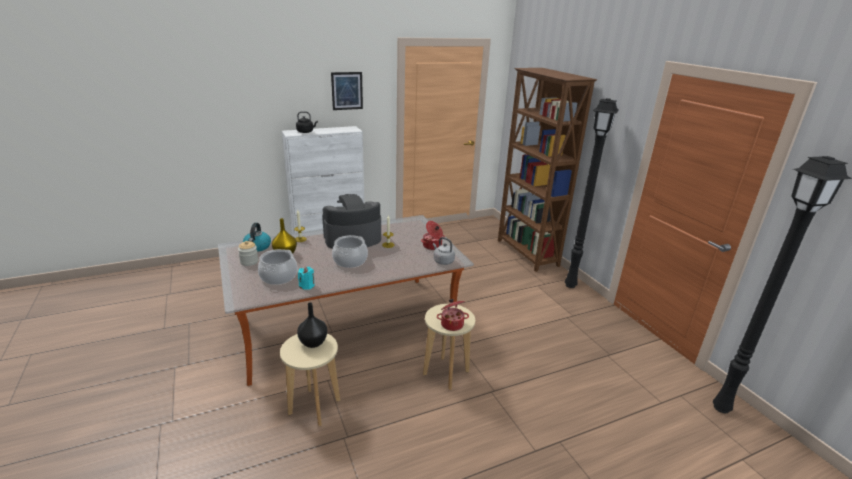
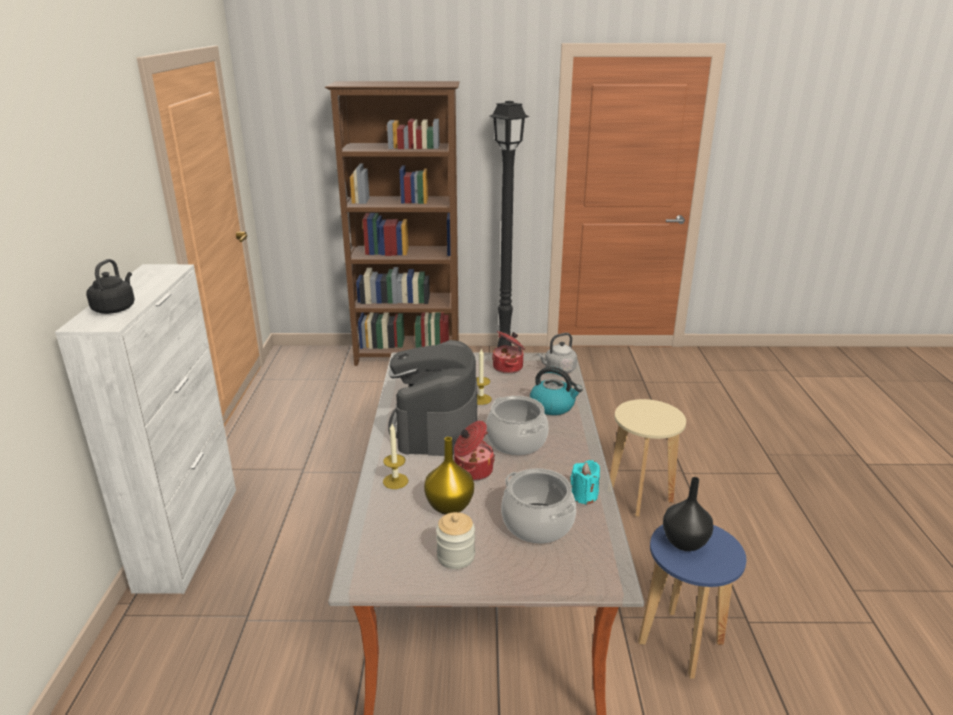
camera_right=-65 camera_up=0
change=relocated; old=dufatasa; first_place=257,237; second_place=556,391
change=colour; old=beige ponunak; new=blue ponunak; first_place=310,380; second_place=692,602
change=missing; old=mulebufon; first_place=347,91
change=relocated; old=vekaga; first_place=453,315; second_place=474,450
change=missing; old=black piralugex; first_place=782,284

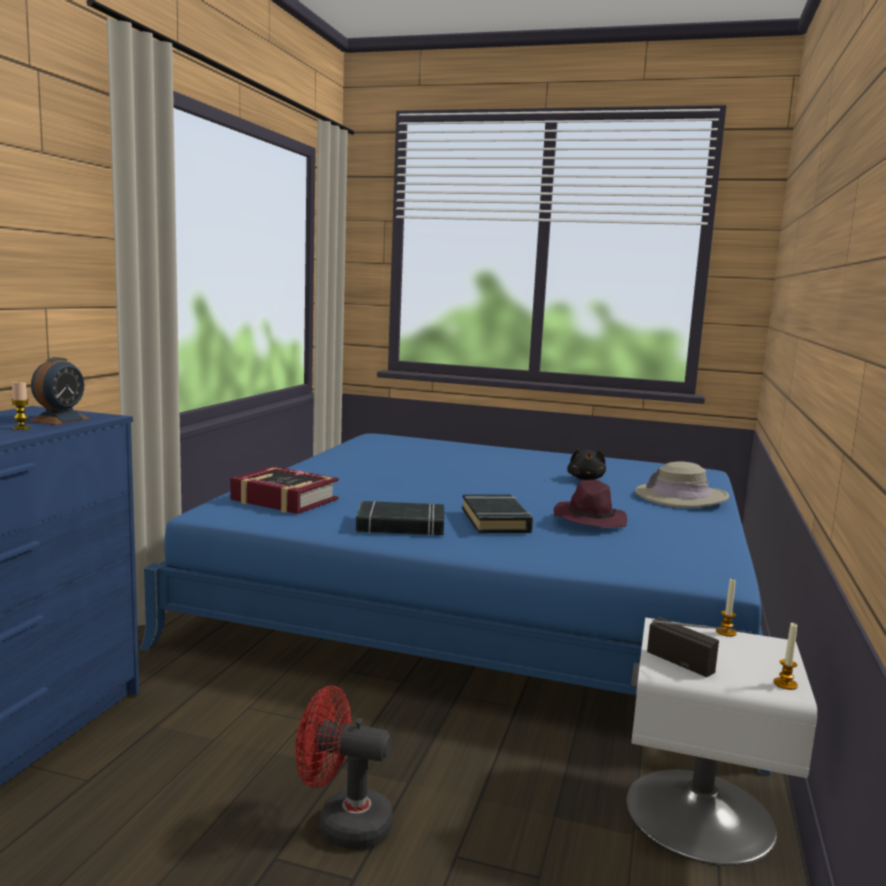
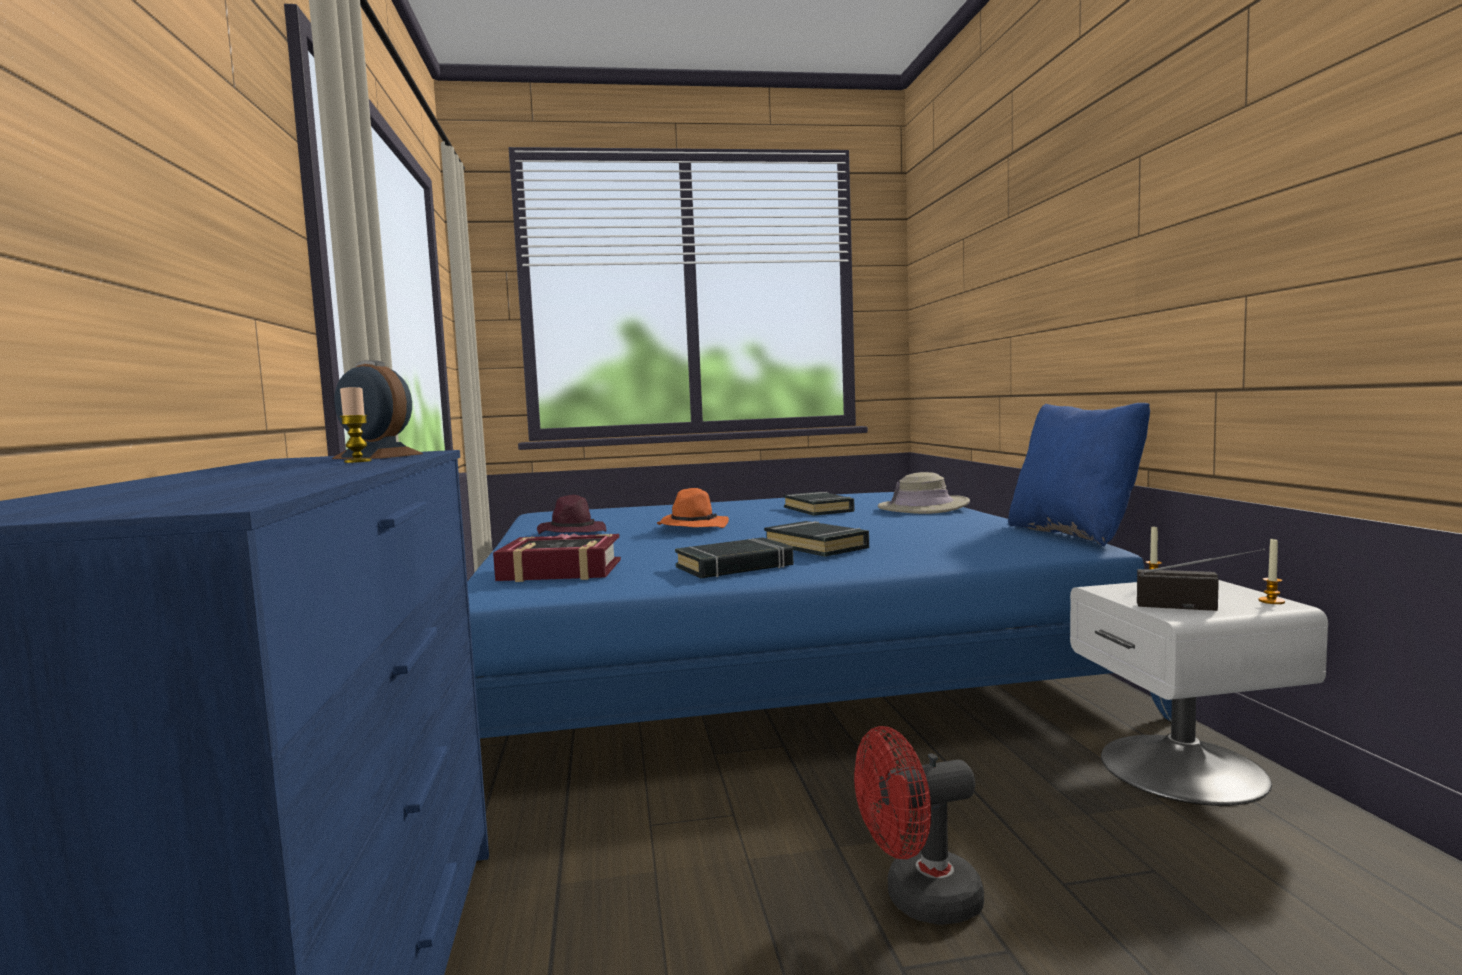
camera_right=-25 camera_up=-5
change=spun; old=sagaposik; first_place=59,391; second_place=377,409; degrees=-60
change=relocated; old=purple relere; first_place=590,504; second_place=571,514
change=exchanged; old=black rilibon; new=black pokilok; first_place=586,464; second_place=819,504
change=appeared; new=orange relere; second_place=693,508
change=appeared; new=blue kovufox; second_place=1079,475

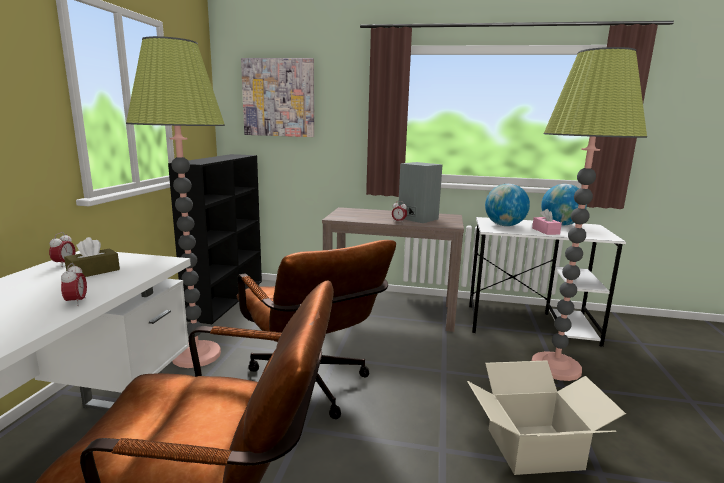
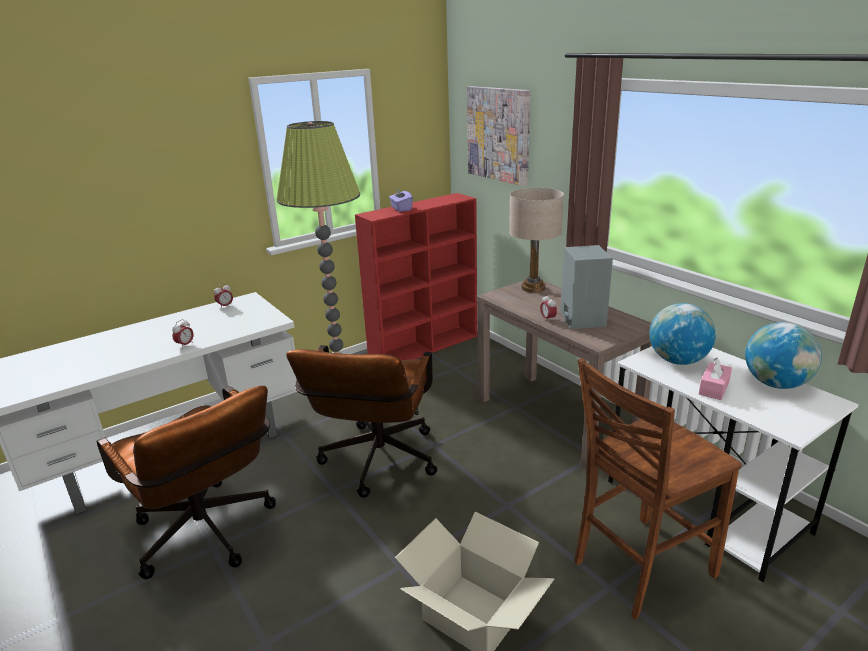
camera_right=45 camera_up=10
change=missing; old=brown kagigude; first_place=92,257
change=colour; old=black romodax; new=red romodax; first_place=215,239; second_place=416,276
change=exchanged; old=piralugex; new=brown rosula; first_place=589,214; second_place=658,488
change=appeared; new=purple kagigude; second_place=401,200
change=appeared; new=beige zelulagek; second_place=536,240

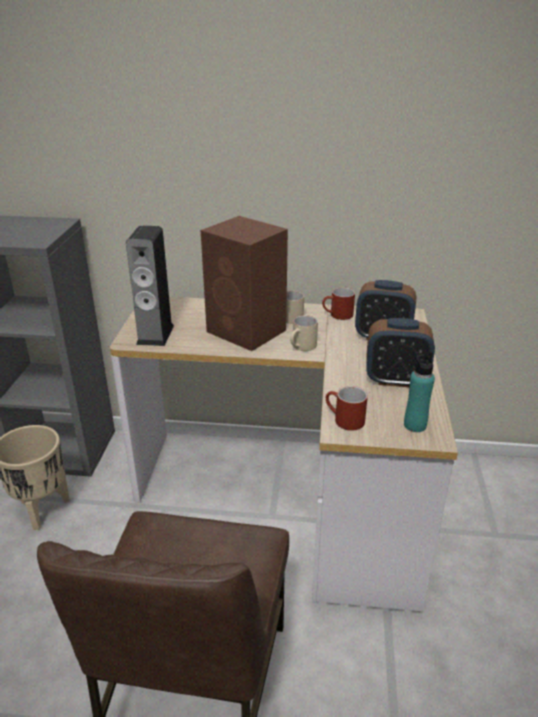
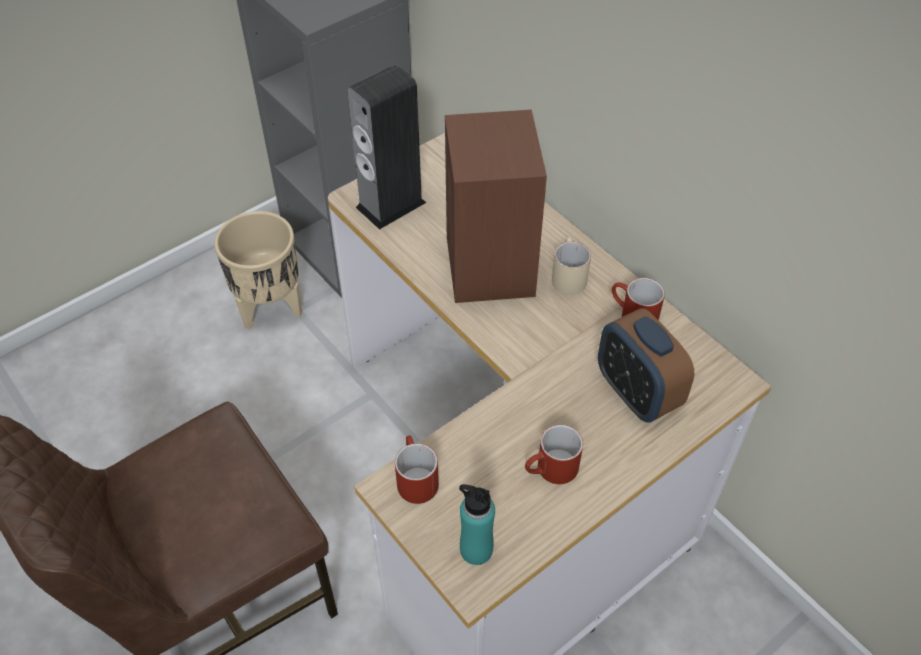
camera_right=45 camera_up=20
change=missing; old=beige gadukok; first_place=304,333
change=exchanged; old=sagaposik; new=red gadukok; first_place=400,352; second_place=554,454

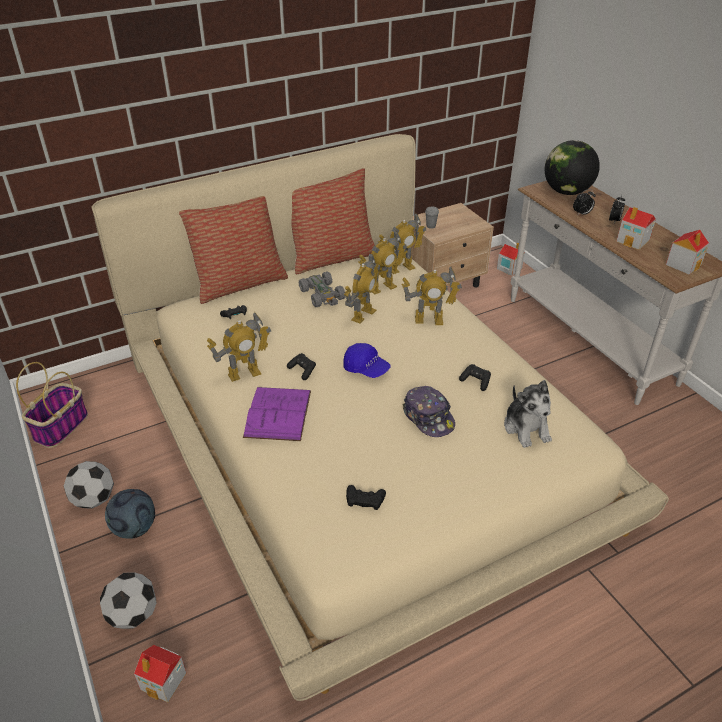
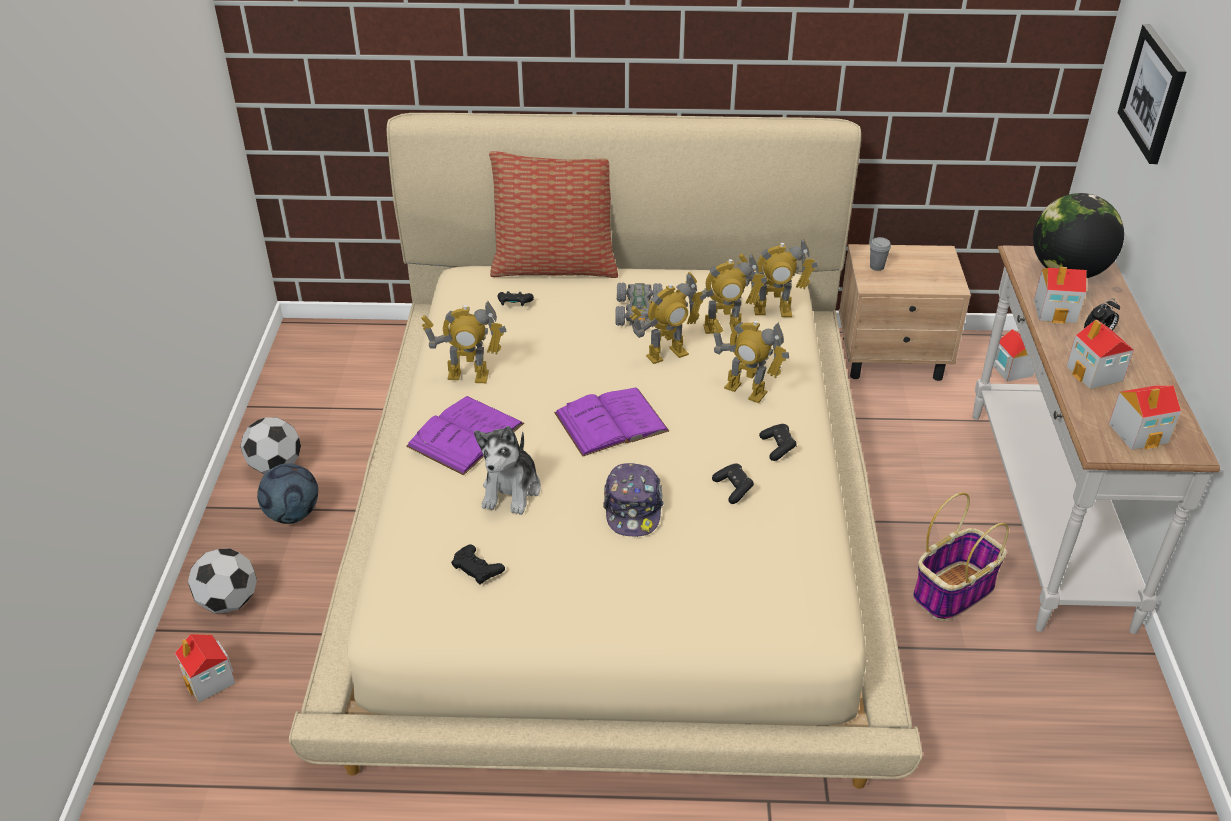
camera_right=30 camera_up=0
change=relocated; old=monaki; first_place=52,405; second_place=961,556
change=relocated; old=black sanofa; first_place=301,366; second_place=778,442
change=missing; old=kovufox; first_place=333,221
change=exchanged; old=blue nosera; new=purple pokilok; first_place=367,360; second_place=611,422
change=relocated; old=rilibon; first_place=528,414; second_place=507,470
change=exchanged; old=sagaposik; new=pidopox; first_place=584,202; second_place=1060,295
change=appeared; new=mulebufon; second_place=1152,94

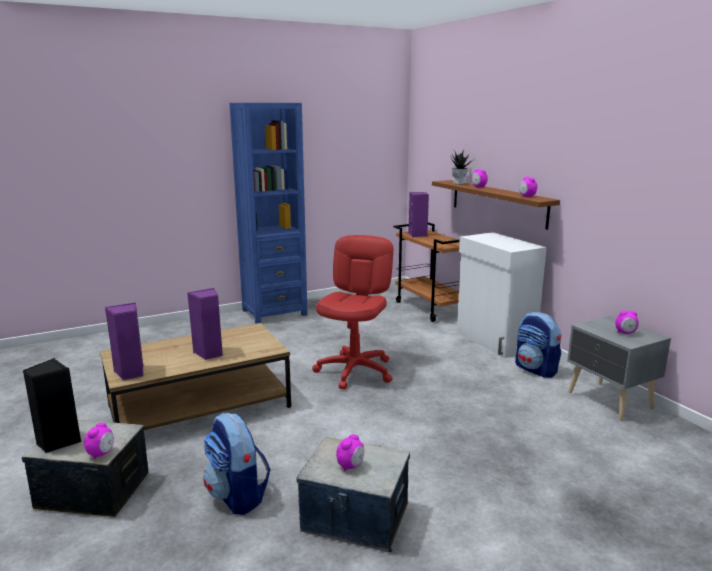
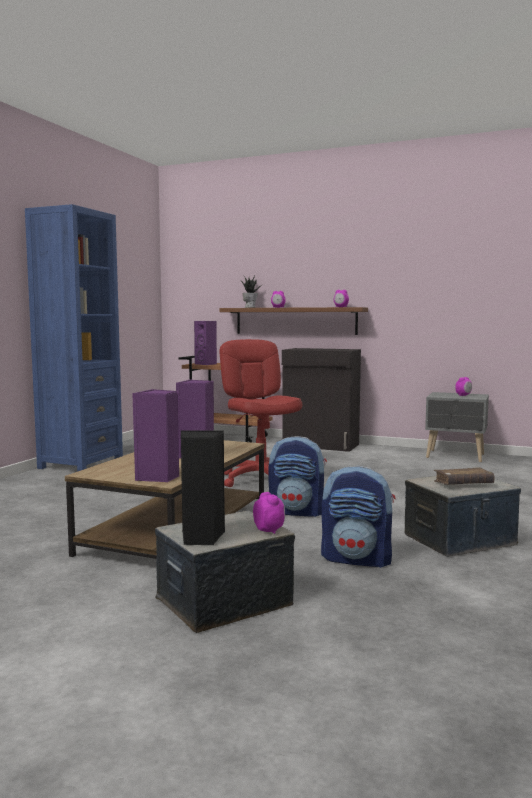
camera_right=-40 camera_up=-10
change=exchanged; old=sagaposik; new=brown pokilok; first_place=350,452; second_place=464,476
change=colour; old=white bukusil; new=black bukusil; first_place=502,295; second_place=321,400
change=relocated; old=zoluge; first_place=538,345; second_place=297,476

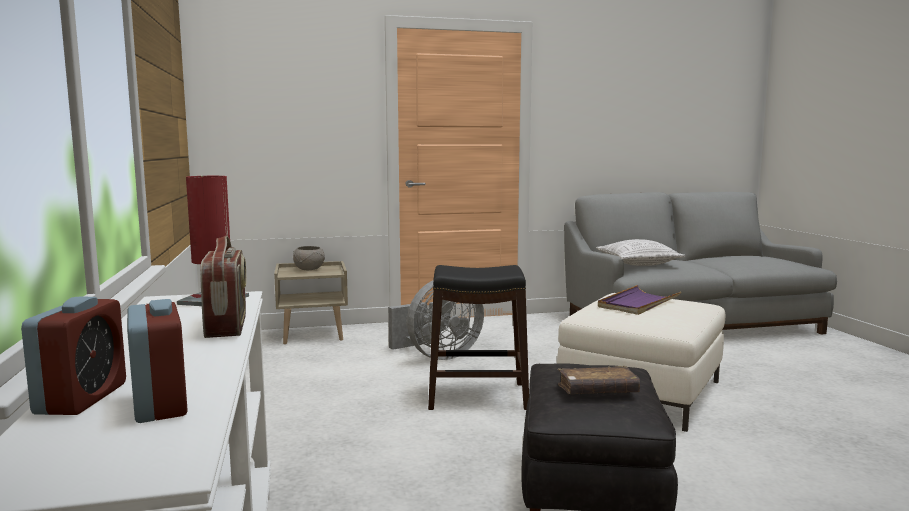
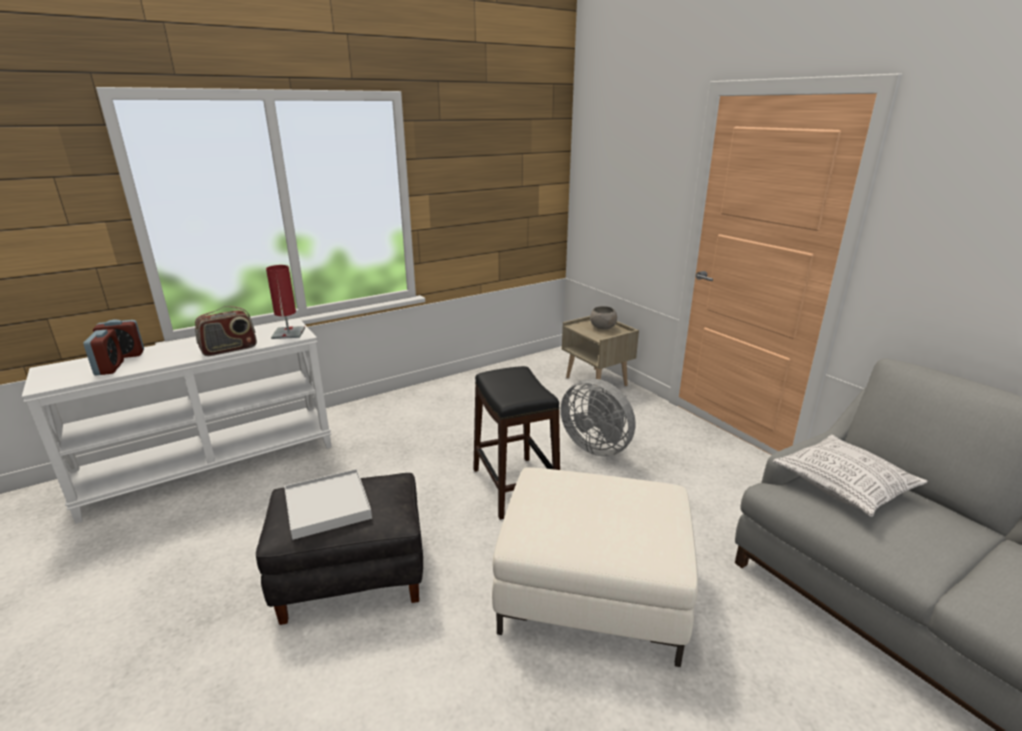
camera_right=70 camera_up=15
change=spun; old=sagaposik; first_place=157,361; second_place=103,352; degrees=-60
change=exchanged; old=brown pokilok; new=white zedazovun; first_place=599,380; second_place=328,504
change=missing; old=purple zedazovun; first_place=639,300

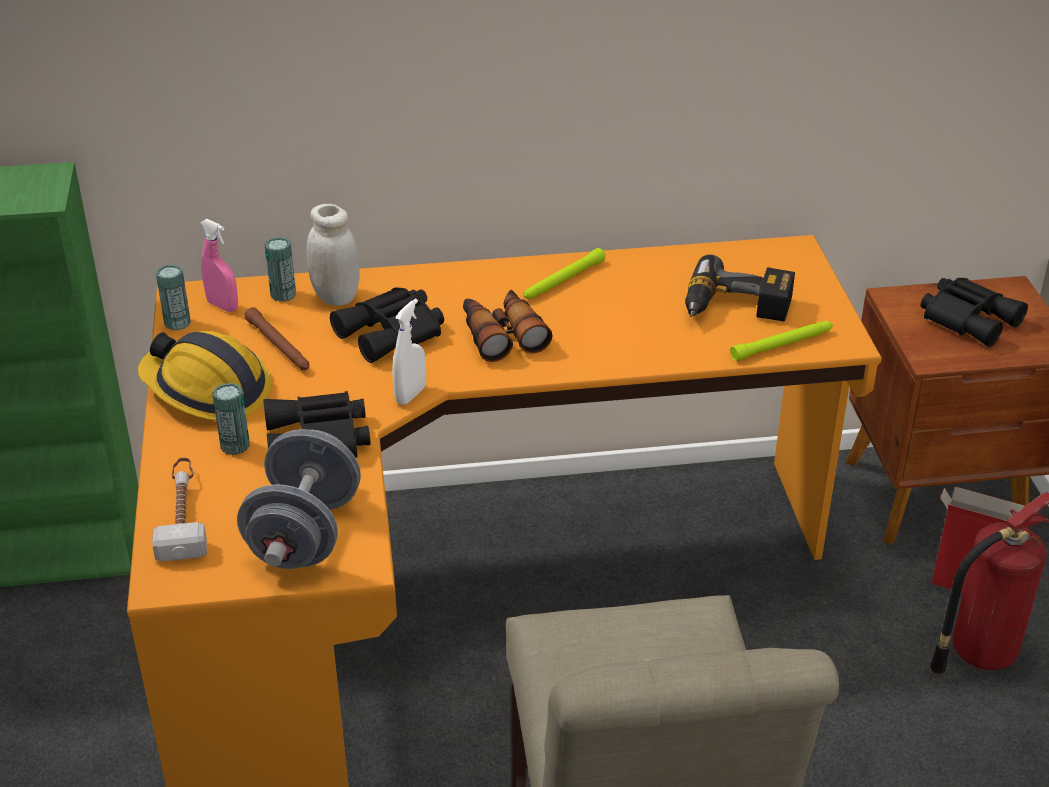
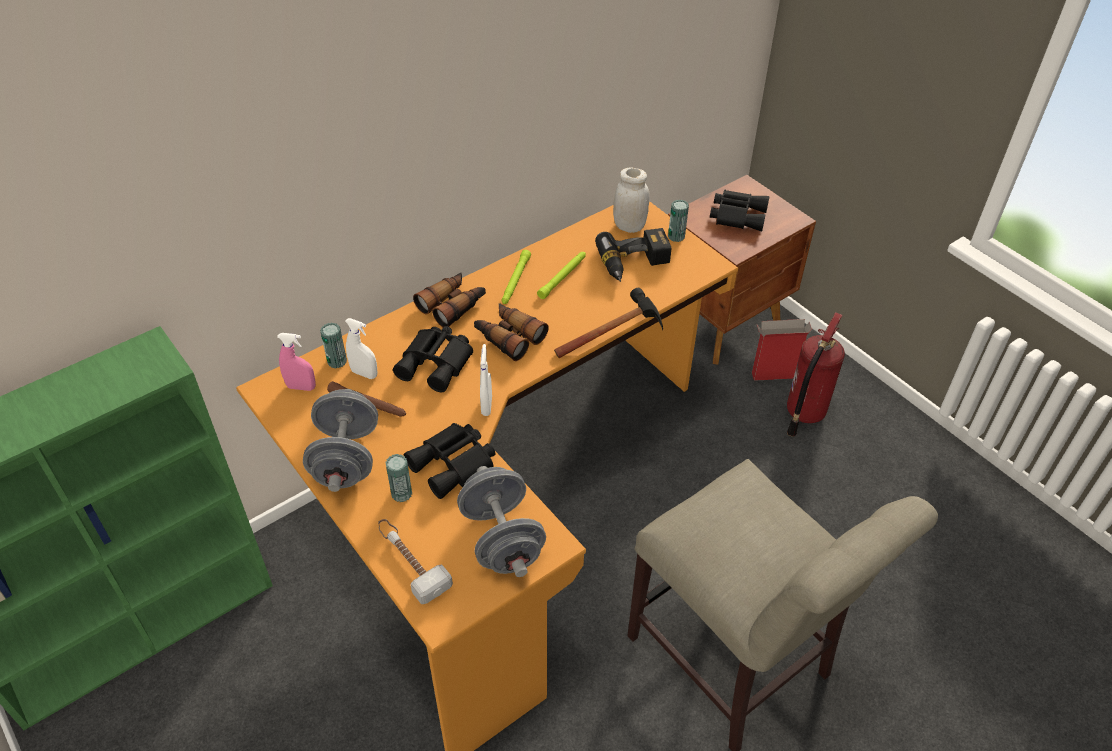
camera_right=-30 camera_up=10
change=exchanged; old=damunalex; new=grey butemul; first_place=204,376; second_place=340,440
change=relocated; old=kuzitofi; first_place=173,297; second_place=678,221
change=relocated; old=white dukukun; first_place=333,255; second_place=631,200
change=relocated; old=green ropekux; first_place=781,341; second_place=561,275
change=appeared; new=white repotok; second_place=361,348
change=appeared; new=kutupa; second_place=449,300
change=appeared; new=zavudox; second_place=608,323

